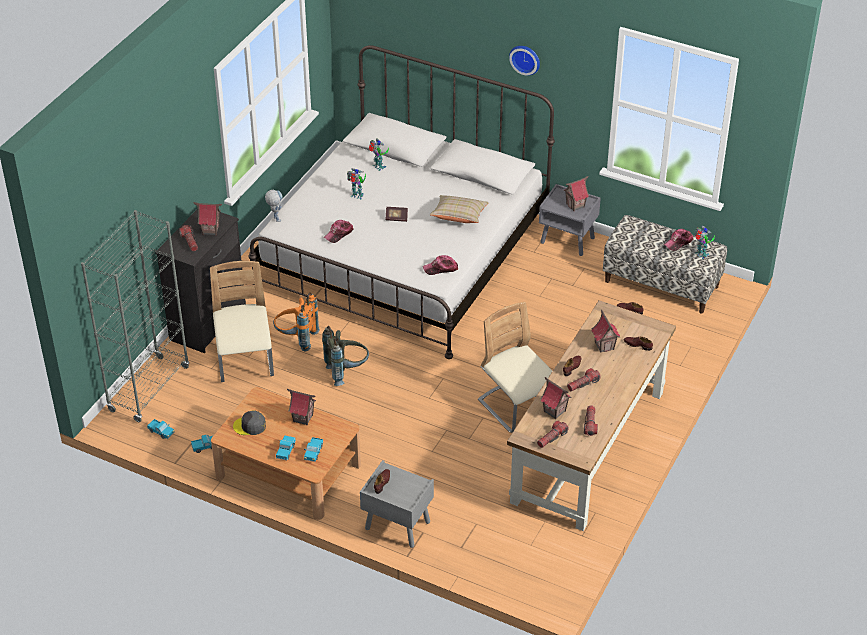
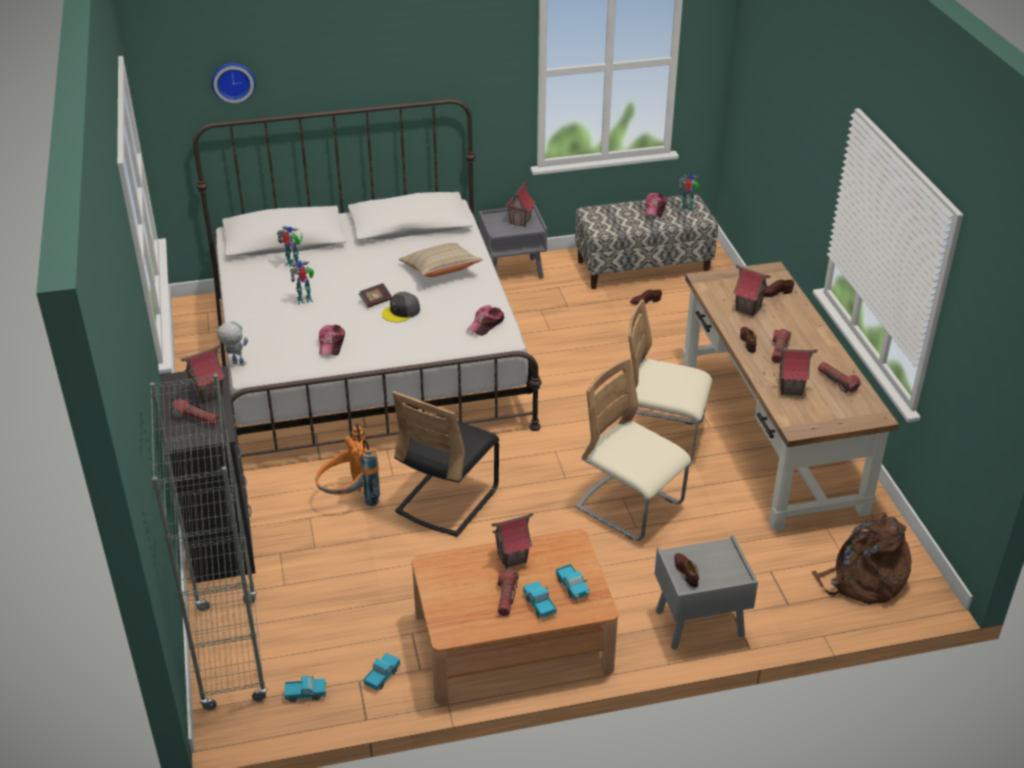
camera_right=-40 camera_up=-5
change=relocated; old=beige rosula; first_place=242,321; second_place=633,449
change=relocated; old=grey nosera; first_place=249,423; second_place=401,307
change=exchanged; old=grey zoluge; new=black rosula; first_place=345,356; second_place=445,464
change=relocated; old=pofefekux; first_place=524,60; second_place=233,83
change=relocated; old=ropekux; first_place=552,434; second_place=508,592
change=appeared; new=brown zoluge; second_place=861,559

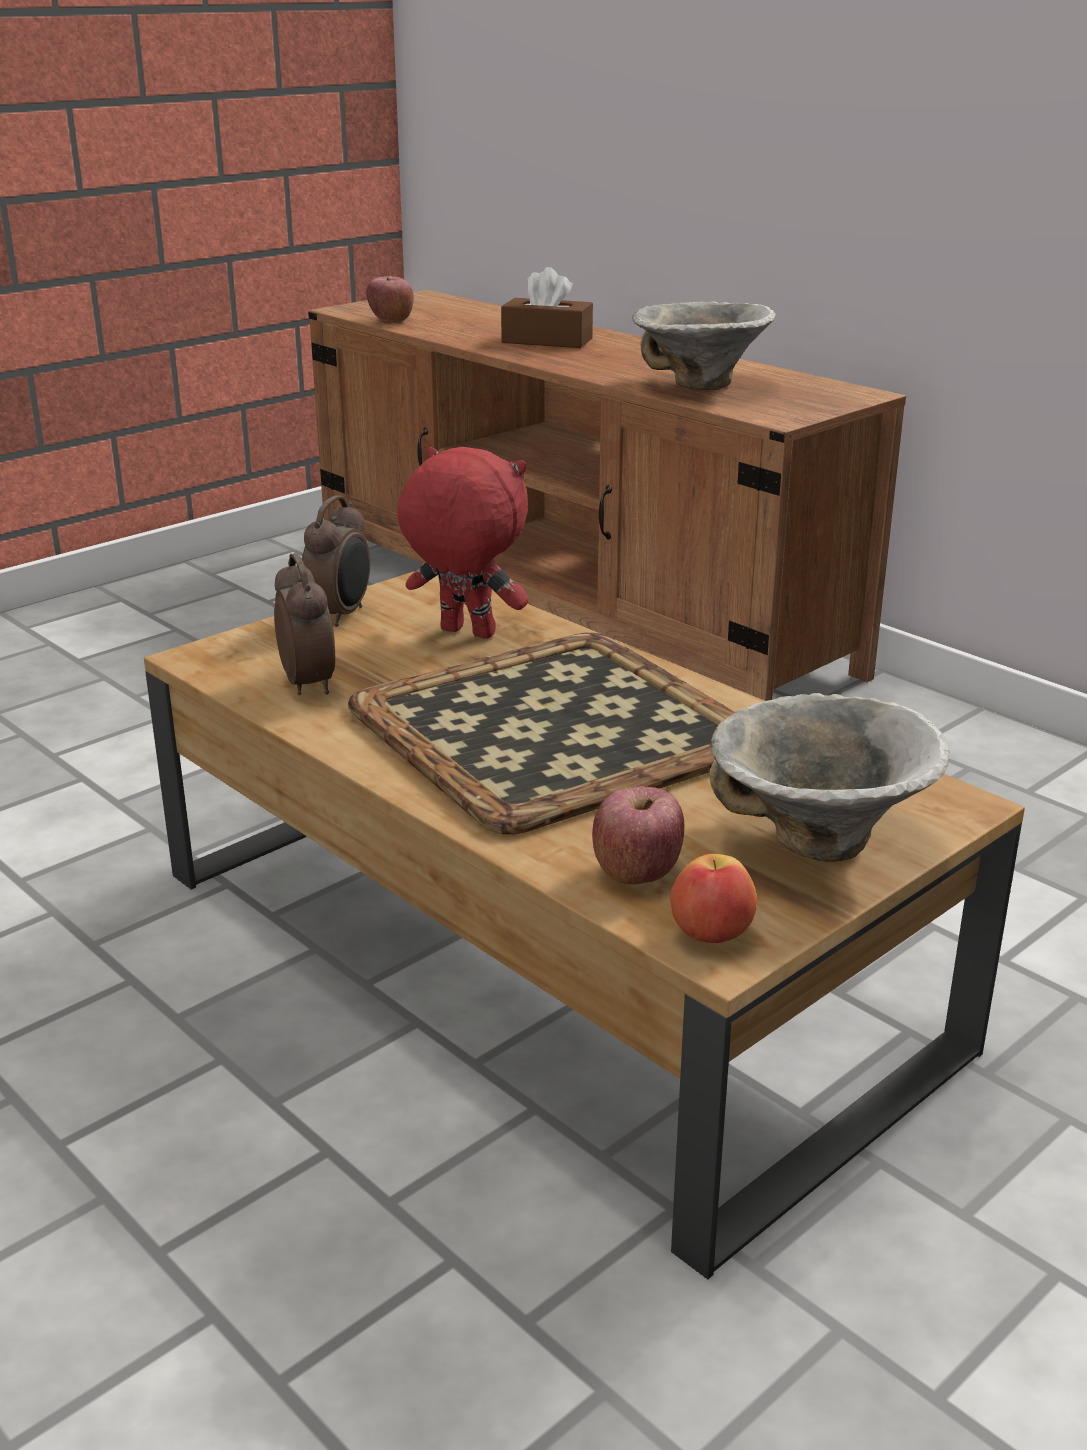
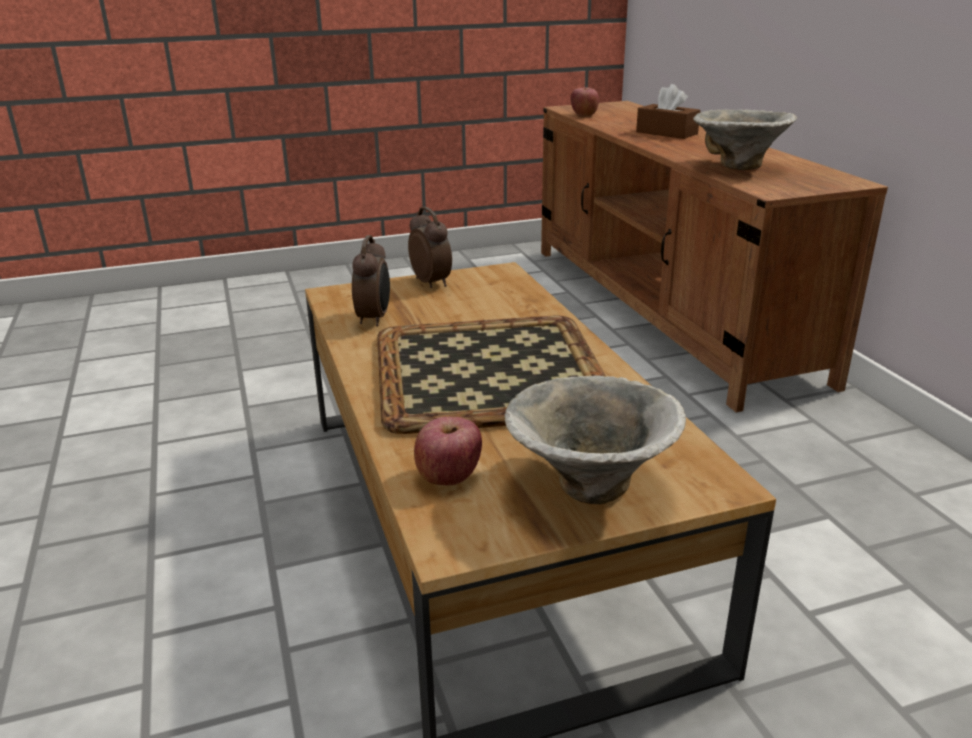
camera_right=25 camera_up=0
change=spun; old=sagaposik; first_place=336,561; second_place=430,247; degrees=-75
change=missing; old=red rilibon; first_place=463,543
change=missing; old=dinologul; first_place=713,898

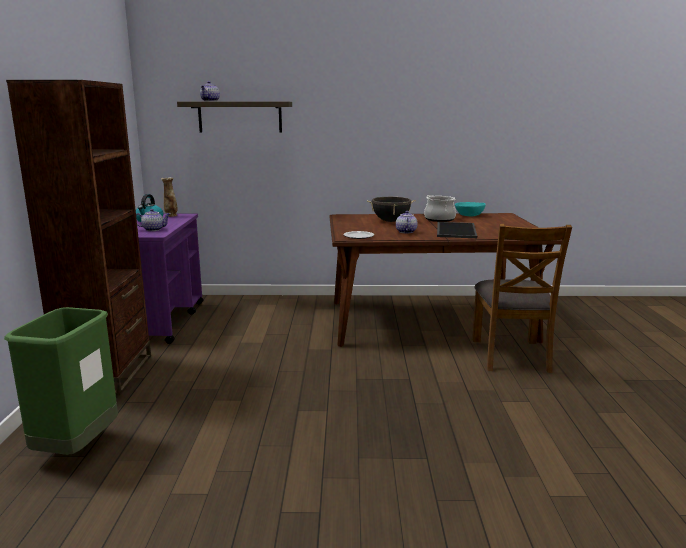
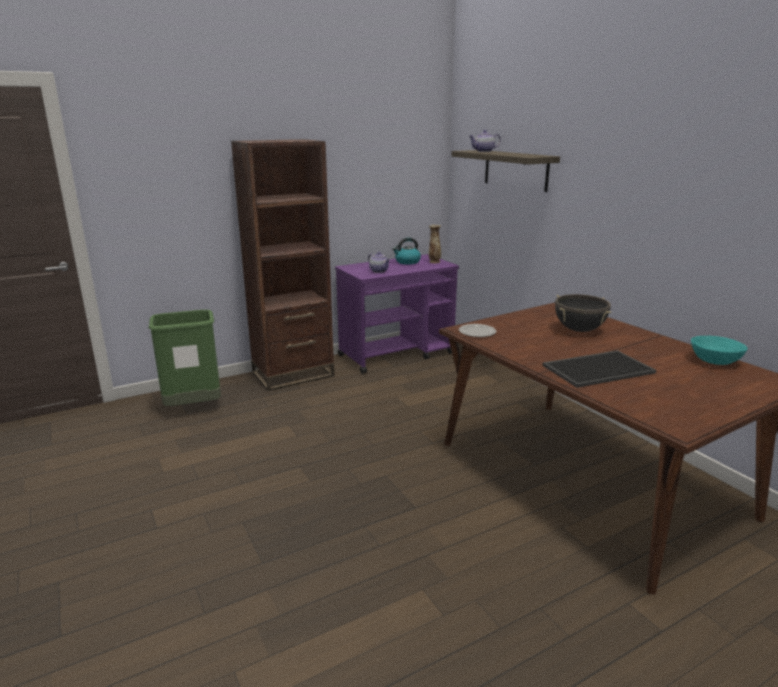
camera_right=60 camera_up=5
change=missing; old=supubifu; first_place=406,222
change=missing; old=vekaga; first_place=440,208
change=missing; old=brown rosula; first_place=522,298

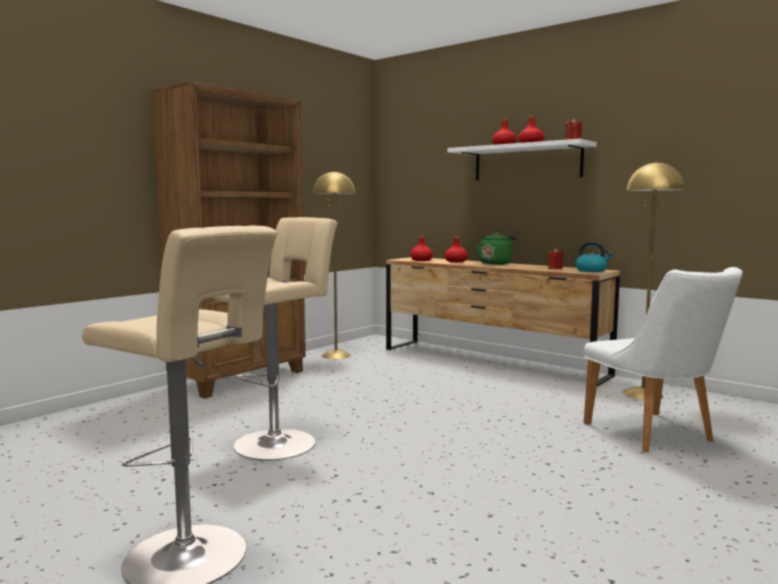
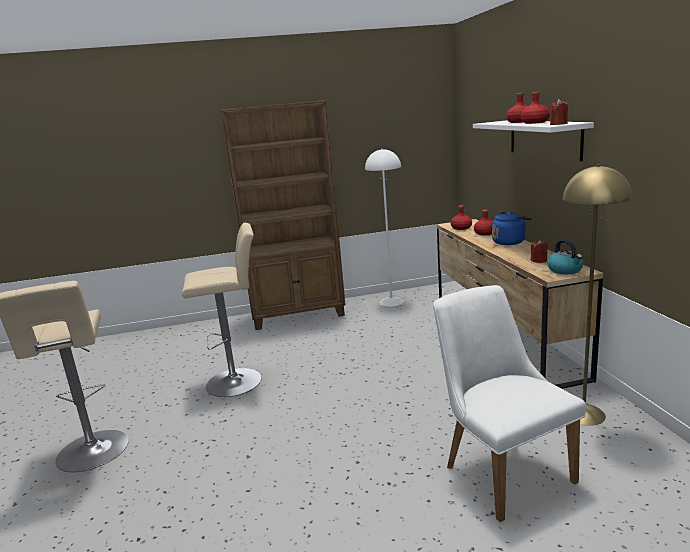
camera_right=40 camera_up=10
change=colour; old=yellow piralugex; new=white piralugex; first_place=334,265; second_place=384,227
change=colour; old=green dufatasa; new=blue dufatasa; first_place=496,249; second_place=512,228
change=spun; old=white rosula; first_place=663,360; second_place=509,403; degrees=135

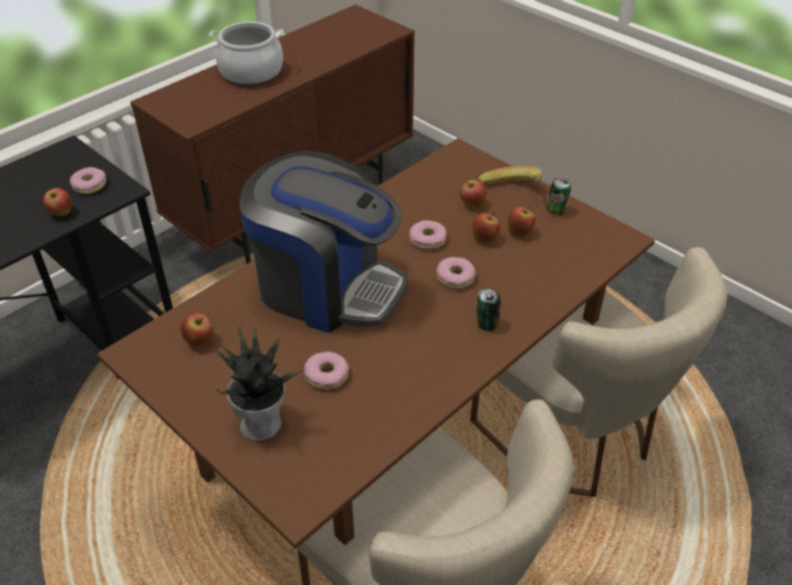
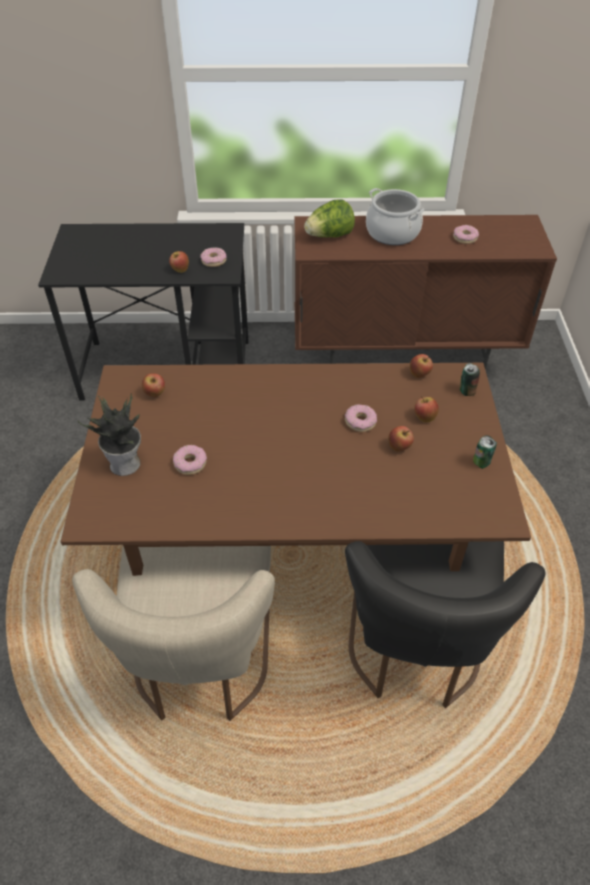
camera_right=45 camera_up=5
change=missing; old=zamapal; first_place=323,242
change=relocated; old=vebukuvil; first_place=455,273; second_place=466,234
change=colour; old=beige rosula; new=black rosula; first_place=598,372; second_place=445,624
change=relocated; old=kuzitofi; first_place=488,310; second_place=470,379
change=missing; old=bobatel; first_place=510,175
change=relocated; old=dinologul; first_place=521,221; second_place=421,366
change=appeared; new=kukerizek; second_place=329,218

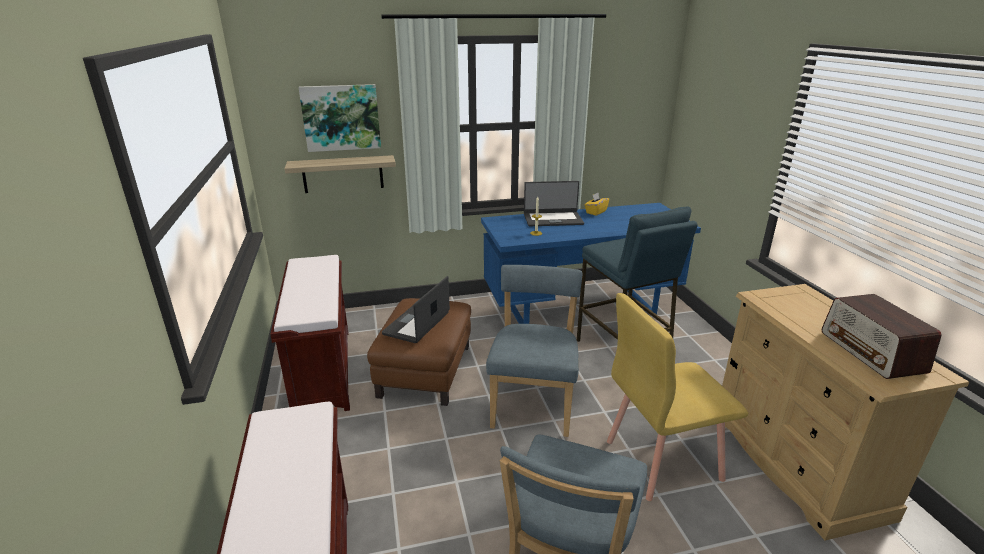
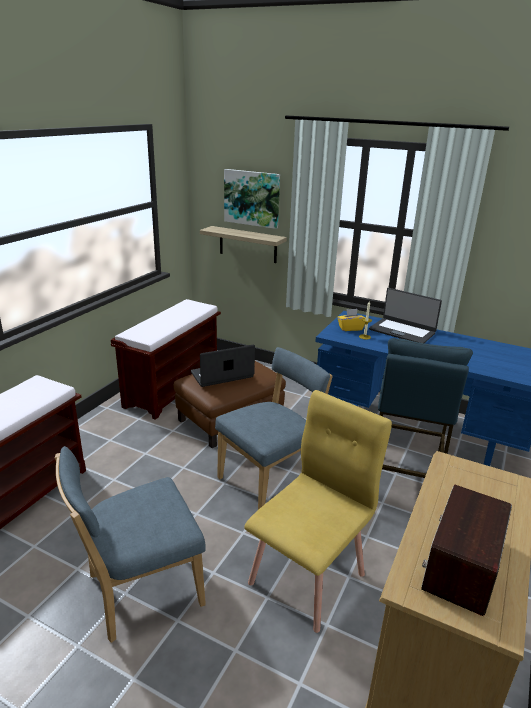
camera_right=40 camera_up=0
change=relocated; old=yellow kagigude; first_place=597,204; second_place=351,320
change=spun; old=yellow rosula; first_place=677,397; second_place=318,511; degrees=105

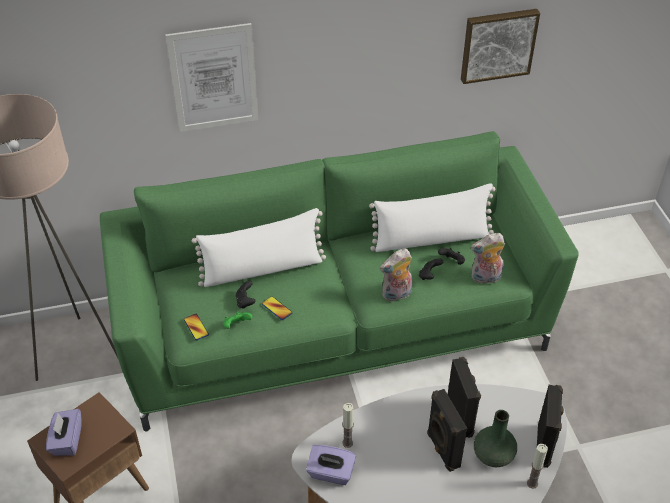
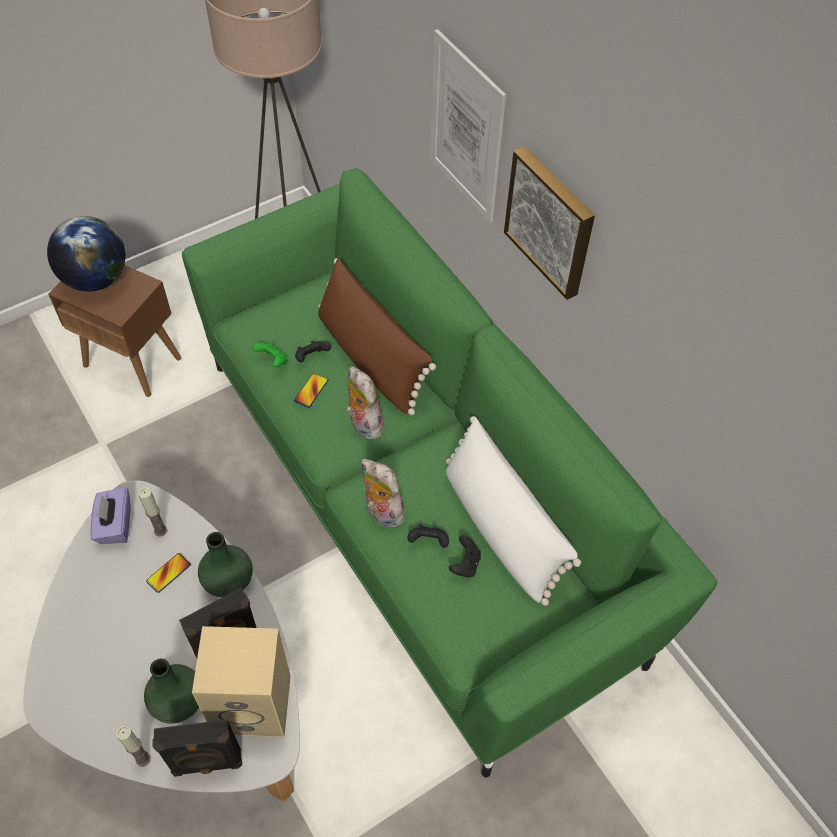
camera_right=70 camera_up=10
change=exchanged; old=purple kagigude; new=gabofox; first_place=63,432; second_place=86,253
change=relocated; old=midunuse; first_place=196,327; second_place=168,573
change=colour; old=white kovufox; new=brown kovufox; first_place=259,247; second_place=377,336
change=missing; old=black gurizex; first_place=447,430
change=relocated; old=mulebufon; first_place=500,46; second_place=549,223
change=relocated; old=rilibon; first_place=488,258; second_place=364,402
change=appeared; new=beige gurizex; second_place=241,681
change=appeared; new=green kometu; second_place=225,564

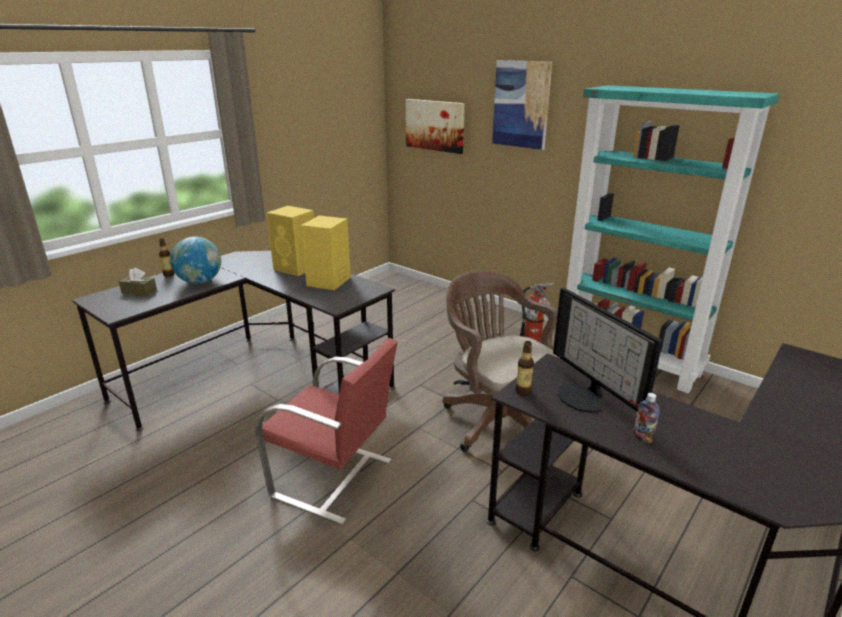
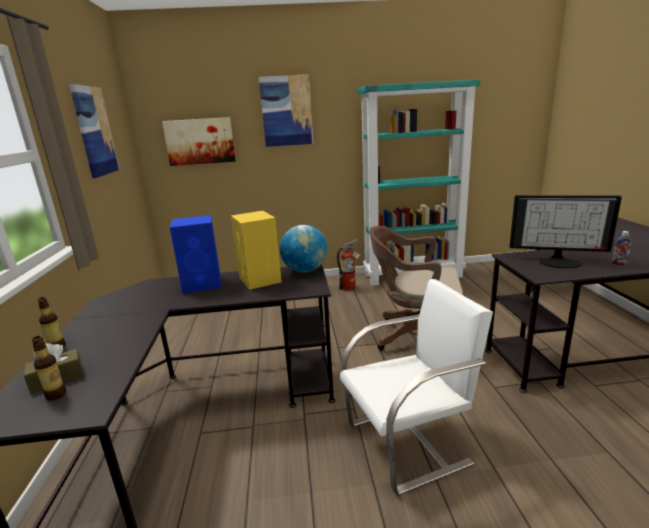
camera_right=-45 camera_up=-5
change=relocated; old=gabofox; first_place=195,260; second_place=304,249
change=colour; old=red rosula; new=white rosula; first_place=326,431; second_place=416,387
change=colour; old=yellow gurizex; new=blue gurizex; first_place=290,241; second_place=196,254
change=relocated; old=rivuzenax; first_place=524,368; second_place=49,368
change=appeared; new=mulebufon; second_place=94,131

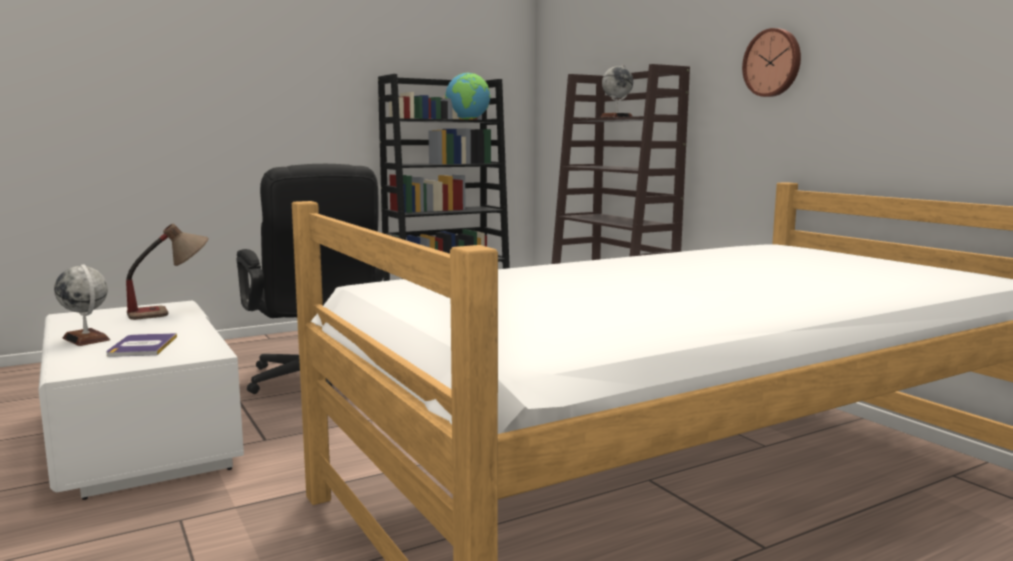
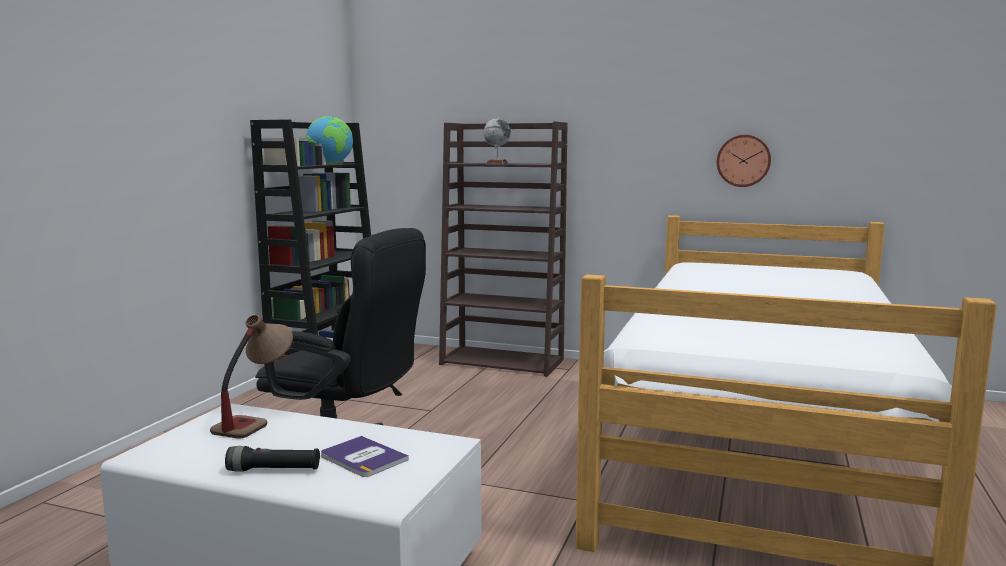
camera_right=-40 camera_up=0
change=exchanged; old=gabofox; new=black ropekux; first_place=82,305; second_place=272,459
change=relocated; old=pofefekux; first_place=771,62; second_place=744,161

